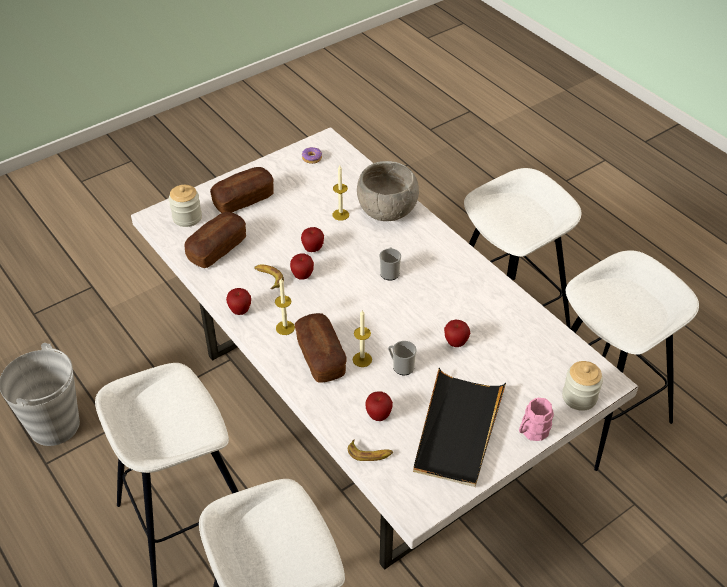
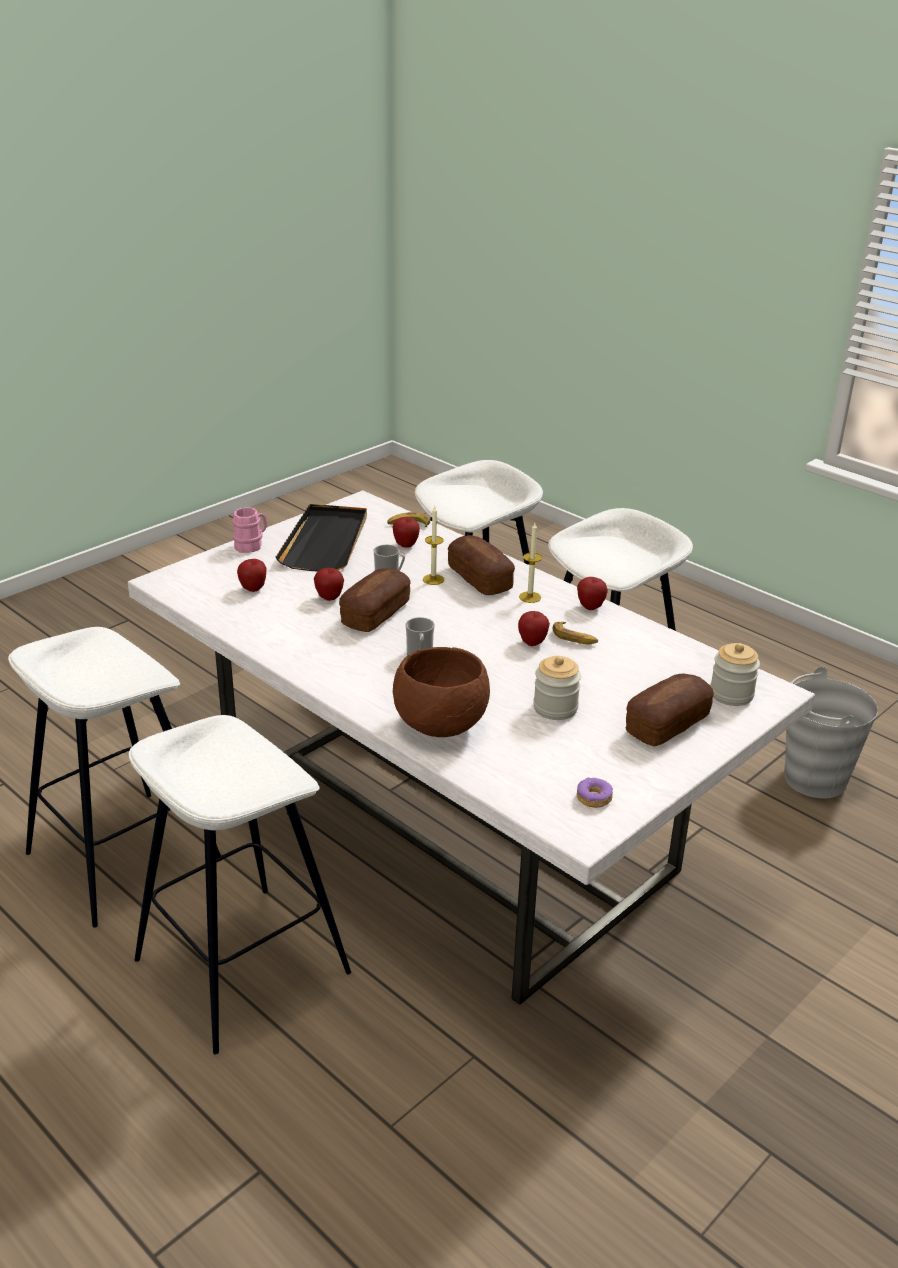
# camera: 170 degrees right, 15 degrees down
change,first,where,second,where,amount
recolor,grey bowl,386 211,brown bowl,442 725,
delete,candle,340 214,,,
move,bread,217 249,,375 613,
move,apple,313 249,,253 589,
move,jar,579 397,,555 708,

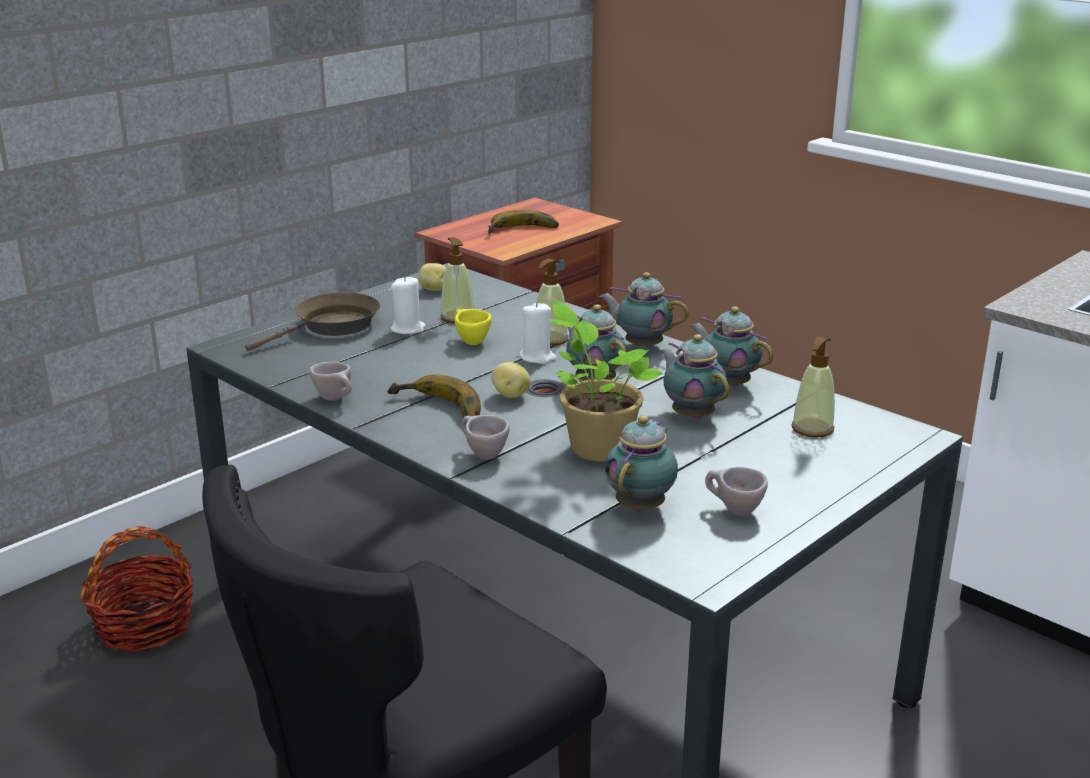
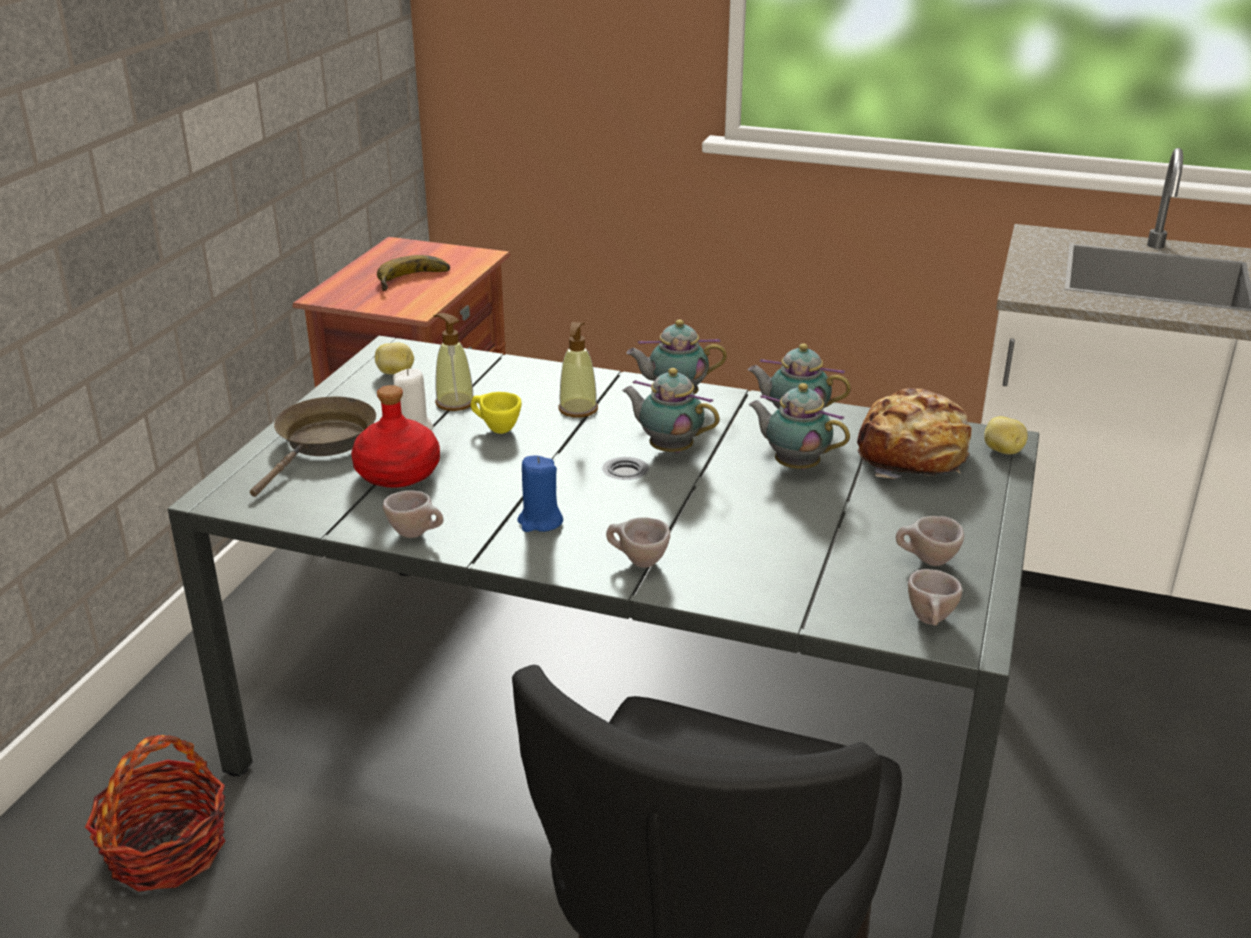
# camera: 25 degrees left, 5 degrees up
change,first,where,second,where,amount
delete,potted plant,596 447,,,
delete,white candle,537 357,,,
replace,soap dispenser,812 429,bread,913 455,
move,potato,510 395,,1003 451,
replace,banana,436 410,blue candle,540 521,
delete,teapot,642 505,,,
insert,,,red bottle,397 473,
insert,,,beige cup,931 622,

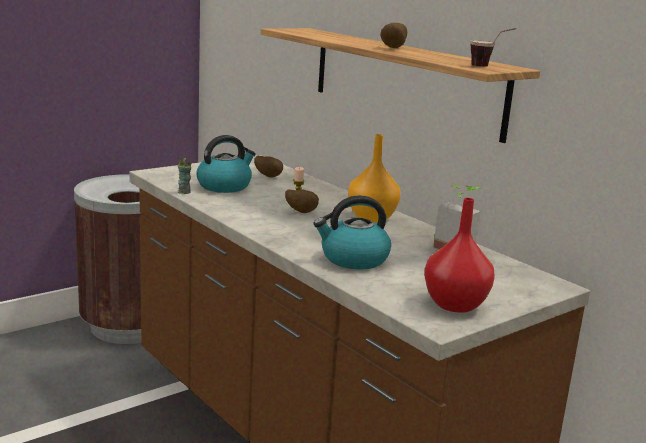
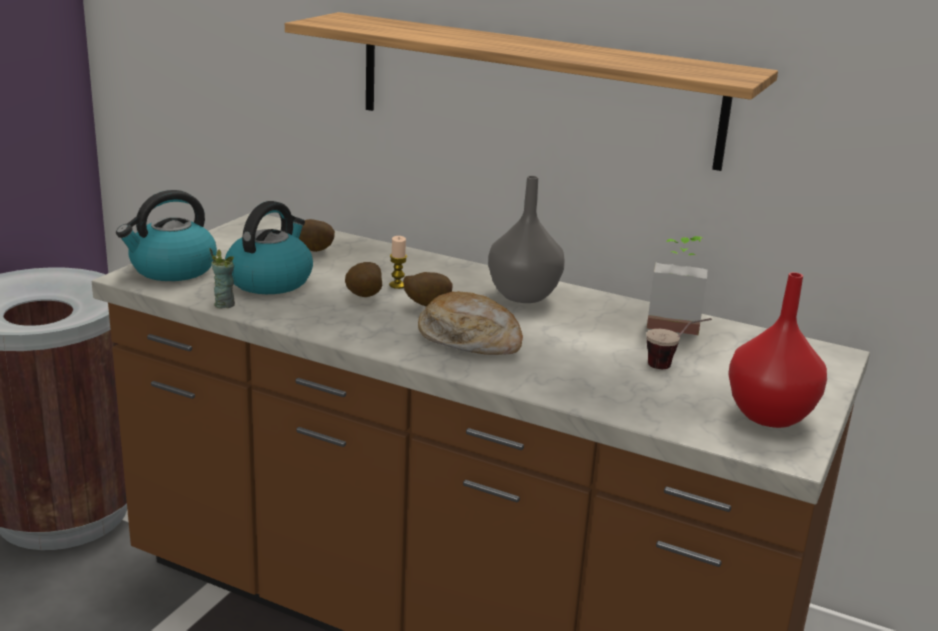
# camera: 25 degrees left, 5 degrees up
change,first,where,second,where,amount
move,potato,391 48,,363 297,
move,cup,489 67,,673 366,
recolor,orange vase,371 217,grey vase,522 295,
move,kettle,353 259,,172 269,
insert,,,bread,470 340,

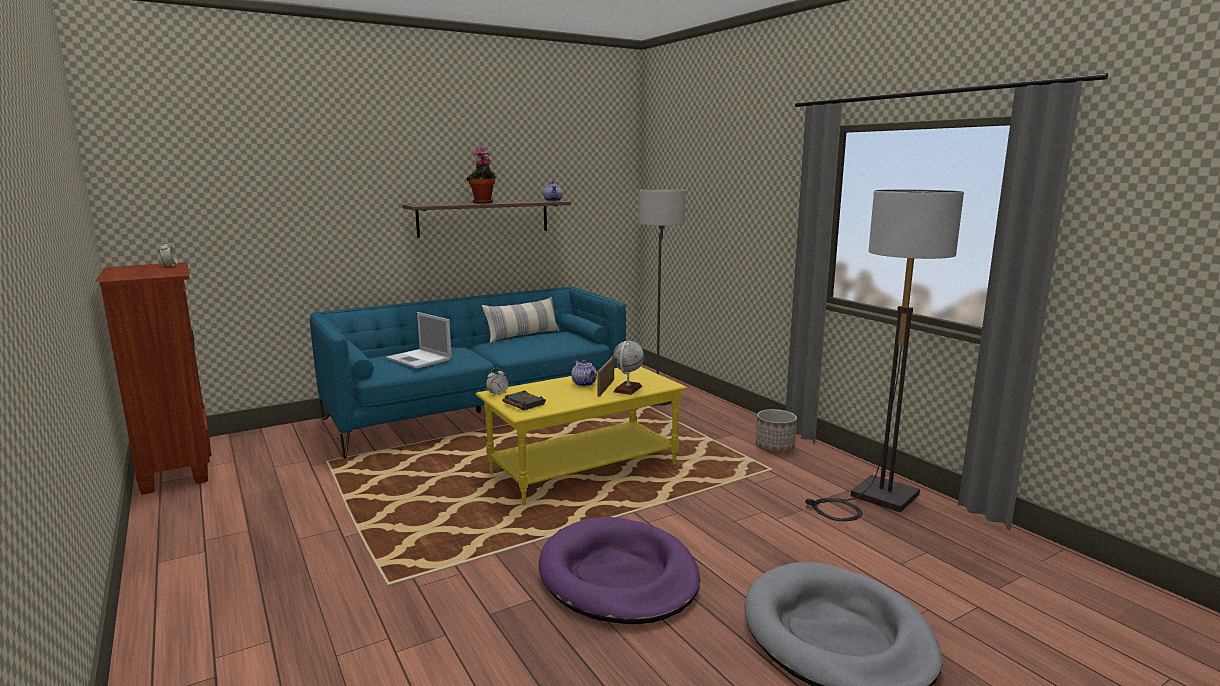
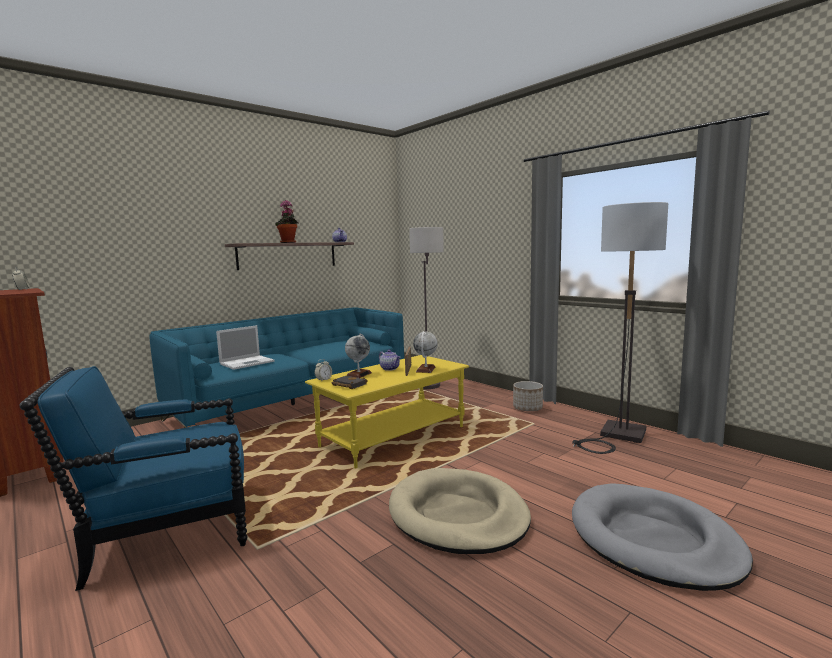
# camera: 10 degrees left, 5 degrees down
change,first,where,second,where,amount
delete,pillow,523 336,,,
rotate,laptop,420 359,,248 362,75 degrees counterclockwise
recolor,purple dog bed,618 576,beige dog bed,457 515,
insert,,,globe,358 374,
insert,,,blue armchair,164 530,

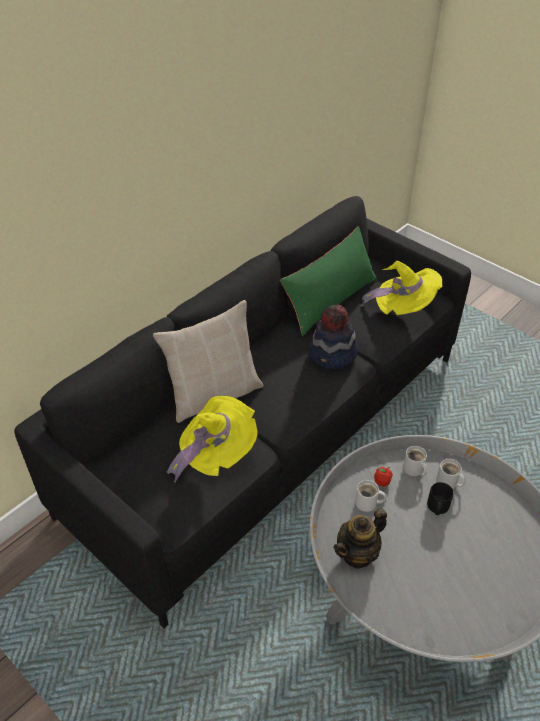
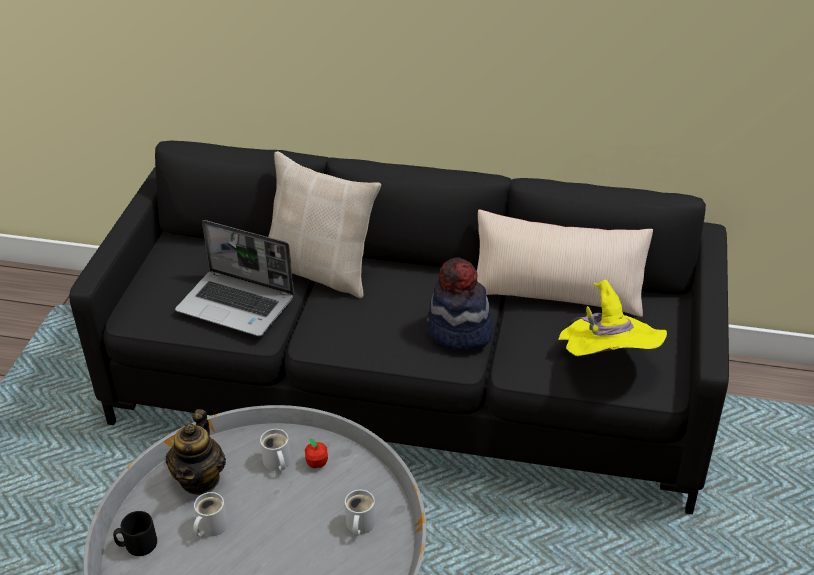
# camera: 60 degrees right, 5 degrees down
change,first,where,second,where,amount
recolor,green pillow,329 300,beige pillow,557 293,
replace,yellow hat,216 454,laptop,237 305,
move,white mug,414 470,,210 526,
move,black mug,437 507,,137 545,
rotate,teapot,358 554,,200 479,105 degrees counterclockwise

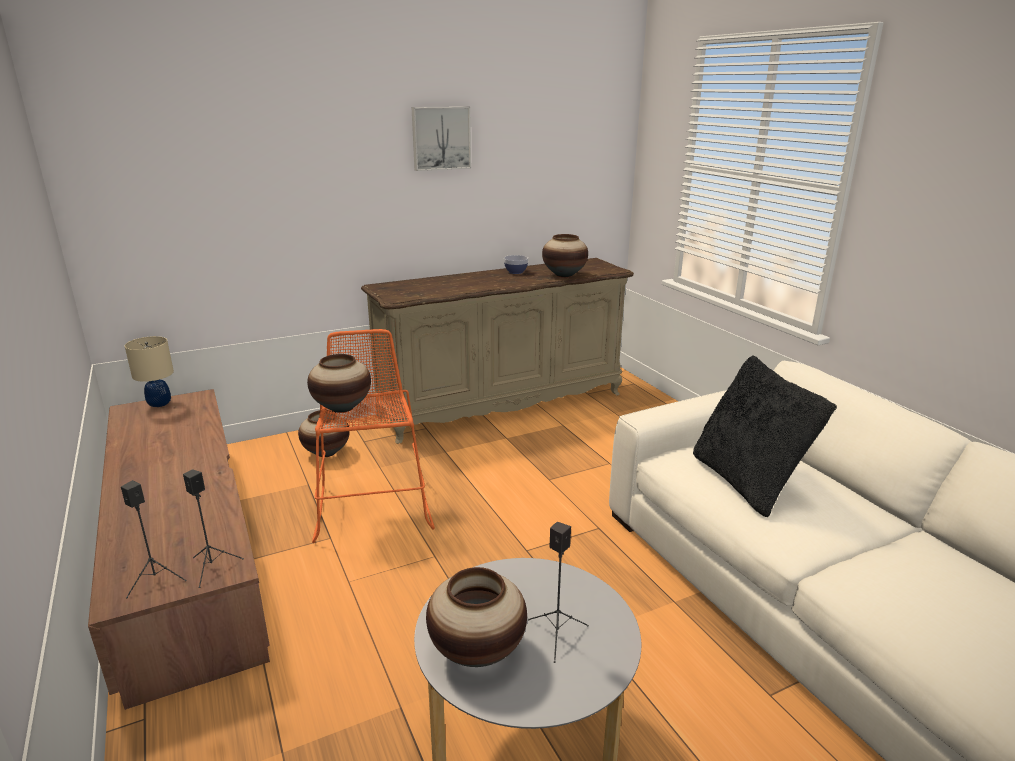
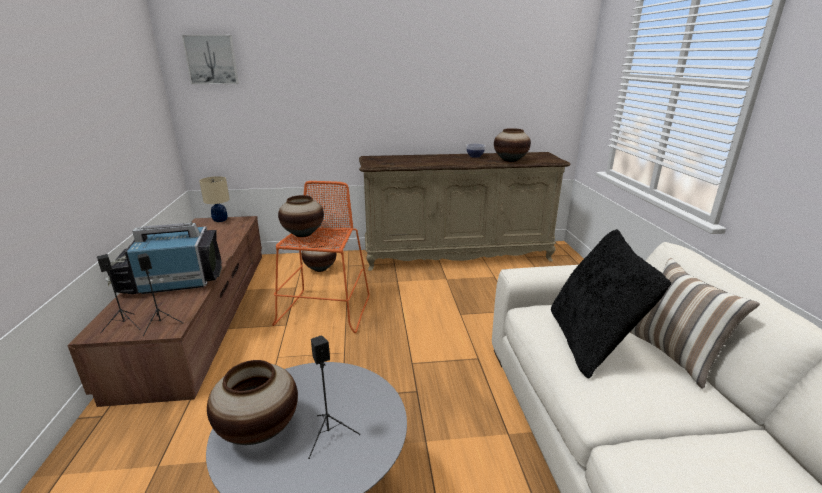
# camera: 20 degrees right, 0 degrees up
change,first,where,second,where,amount
move,picture,440 138,,211 60,
insert,,,television,172 282,
insert,,,pillow,676 355,

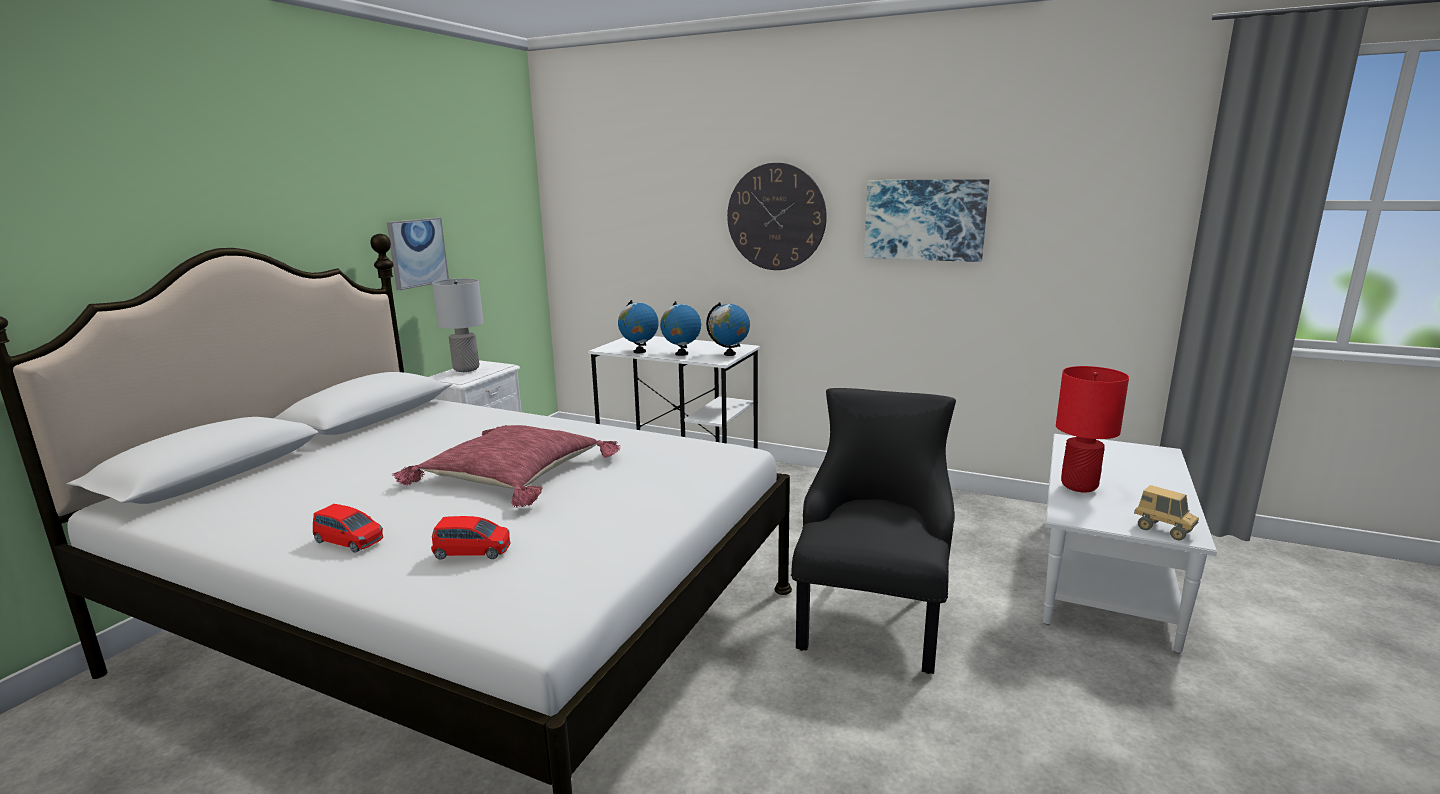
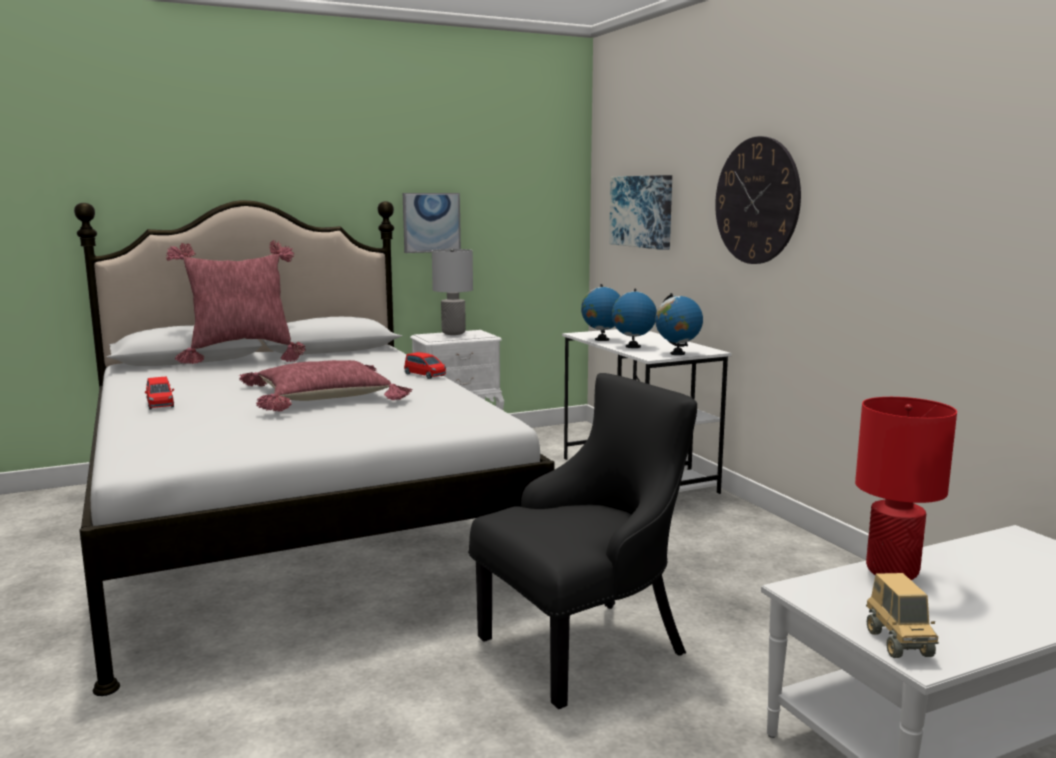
# camera: 40 degrees right, 5 degrees down
change,first,where,second,where,amount
move,picture,924 219,,642 211,
move,red toy car,473 551,,425 375,
insert,,,red pillow,241 362,

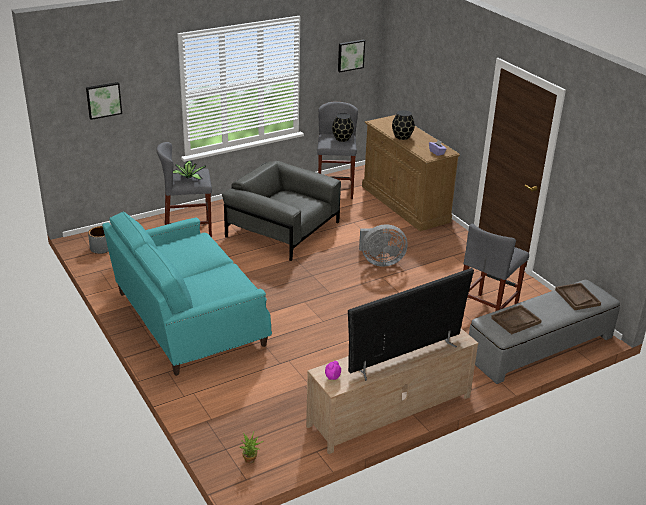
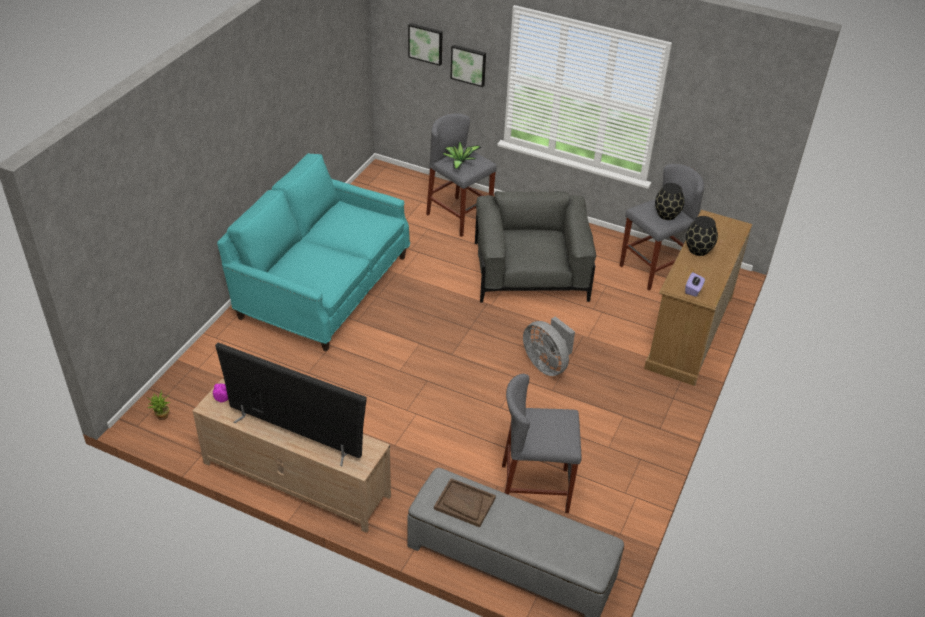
# camera: 55 degrees right, 10 degrees up
change,first,where,second,where,amount
move,picture,350 55,,469 65,
delete,grey planter,101 248,,,
delete,brown tray,577 297,,,

